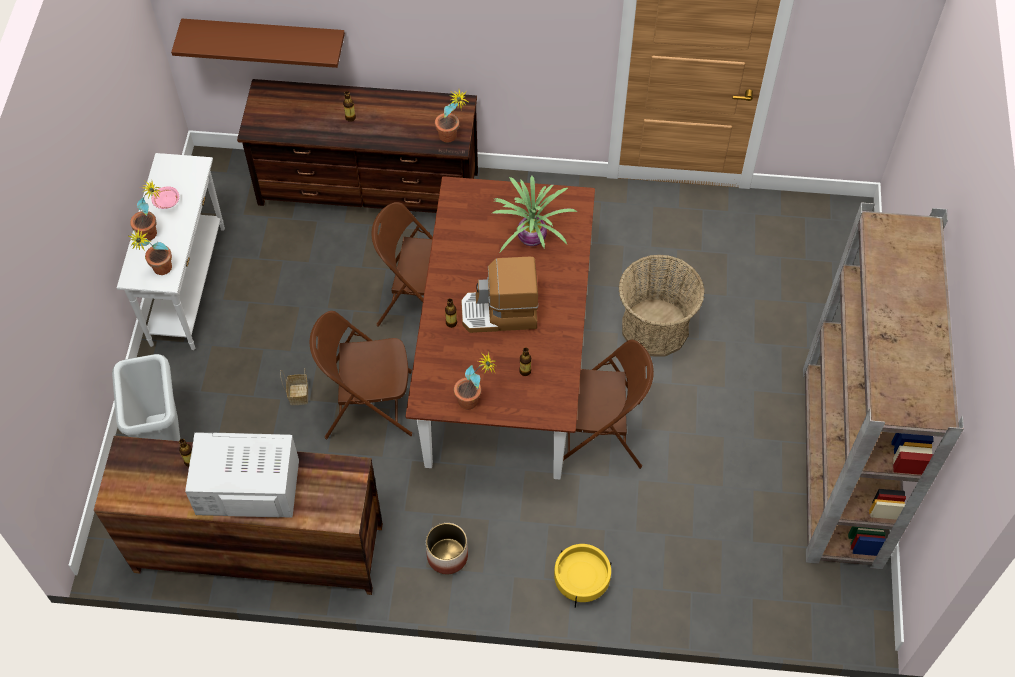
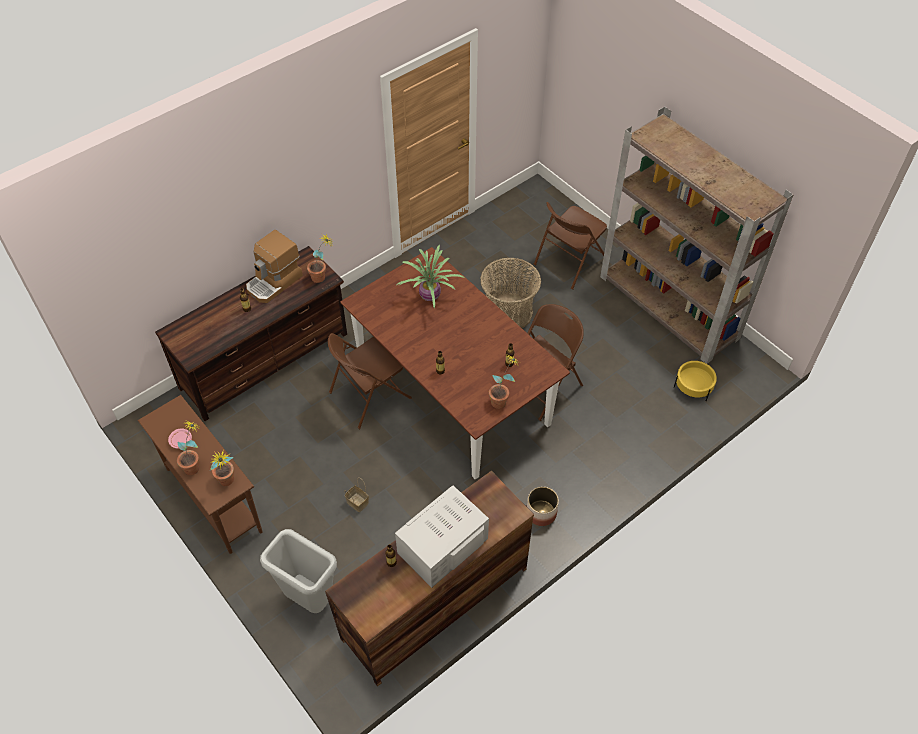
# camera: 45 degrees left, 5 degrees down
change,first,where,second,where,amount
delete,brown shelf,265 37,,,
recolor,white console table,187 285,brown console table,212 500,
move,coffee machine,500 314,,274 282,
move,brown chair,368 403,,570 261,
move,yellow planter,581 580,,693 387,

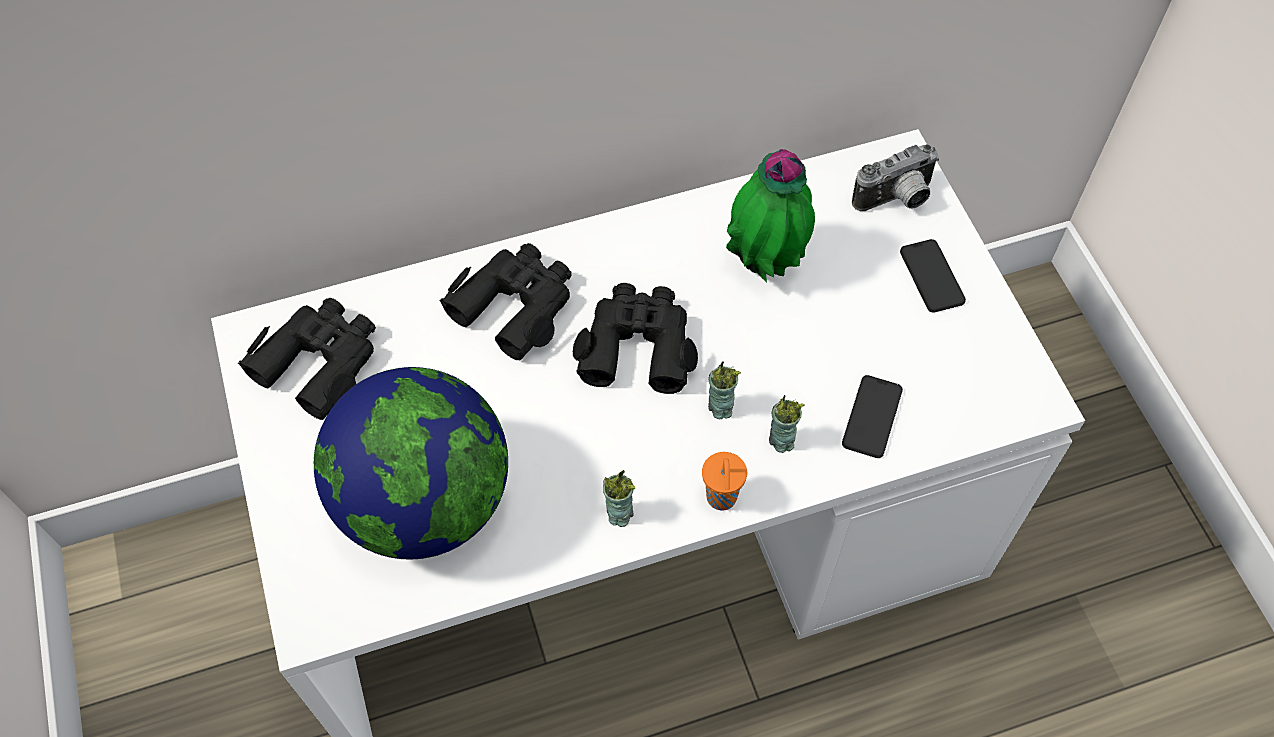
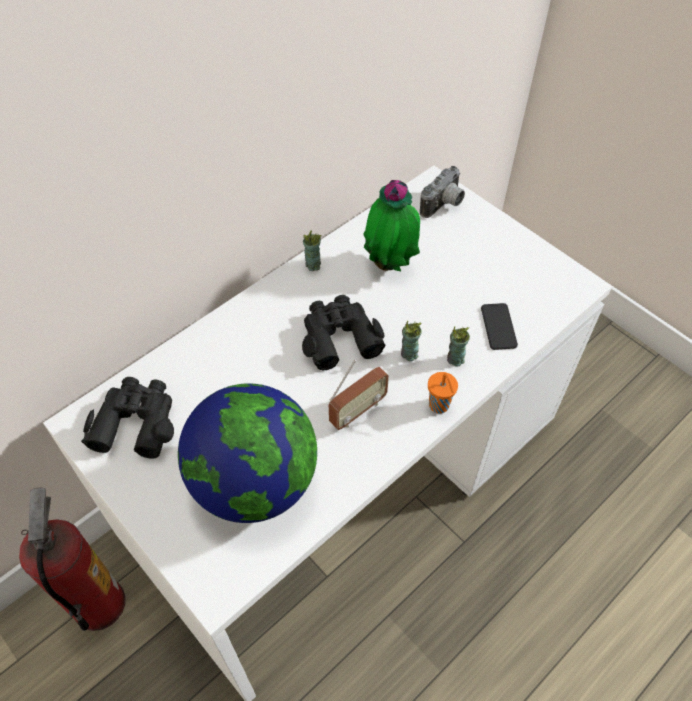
# camera: 25 degrees left, 5 degrees down
change,first,where,second,where,amount
delete,phone,931 276,,,
delete,black binoculars,515 305,,,
move,cup,619 513,,313 265,
insert,,,radio,357 411,
insert,,,fire extinguisher,98 603,

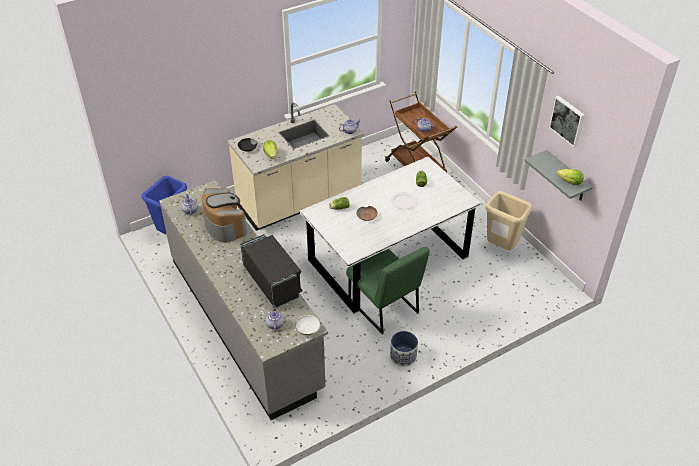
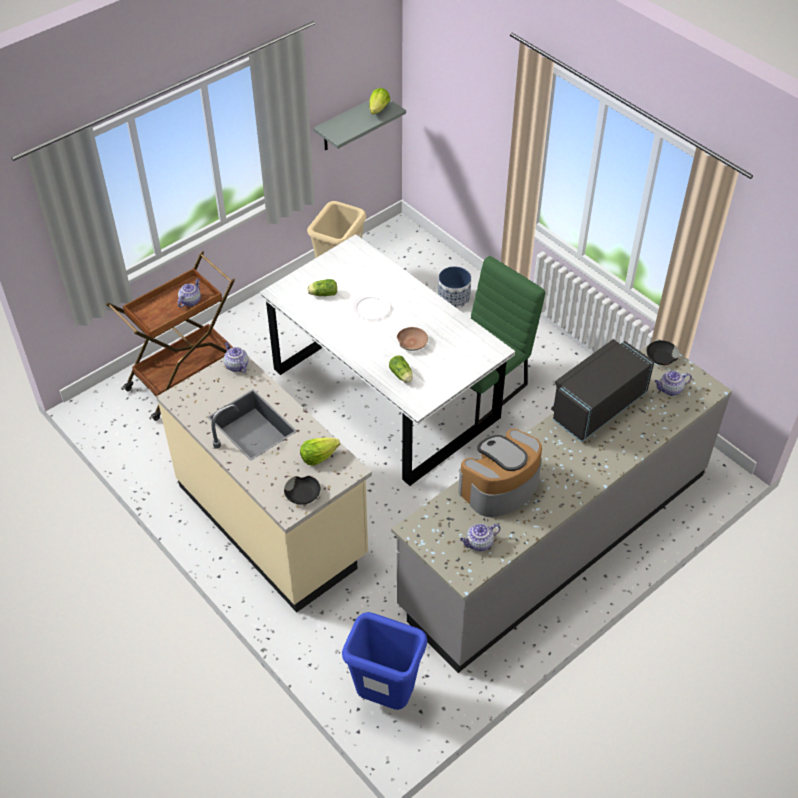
# camera: 100 degrees left, 5 degrees up
change,first,where,second,where,amount
delete,picture,568 120,,,
recolor,white bowl,307 327,black bowl,661 357,
move,planter,403 356,,454 299,

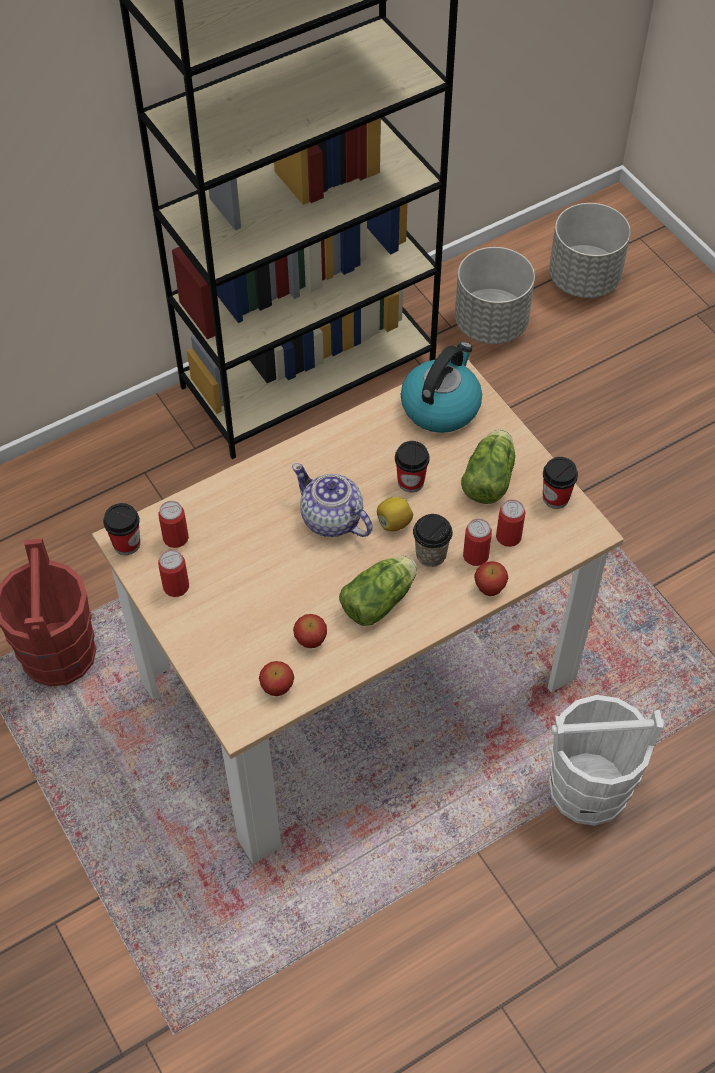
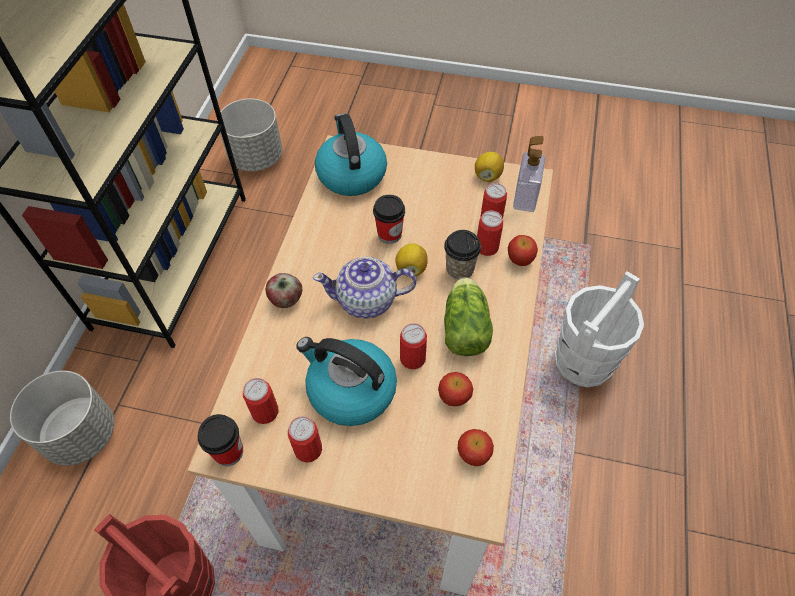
# camera: 45 degrees left, 0 degrees up
change,first,where,second,where,amount
move,grey planter,584 279,,81 434,
delete,lettuce,490 477,,,
replace,cup,555 498,lemon,487 176,
insert,,,soap dispenser,525 196,
insert,,,apple,286 300,
insert,,,can,412 358,
insert,,,kettle,350 390,

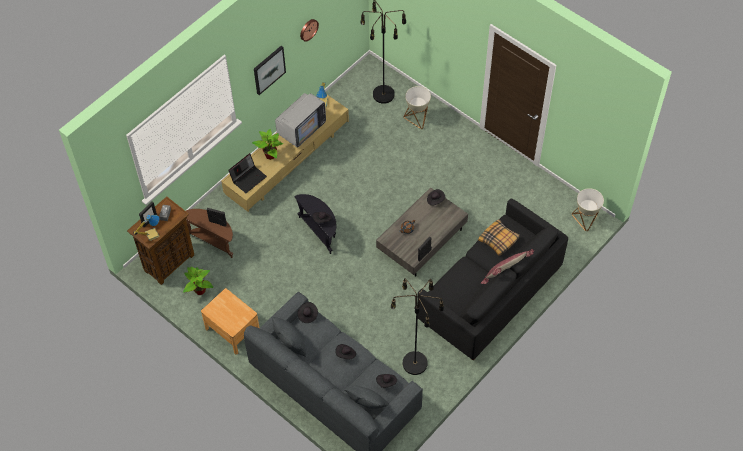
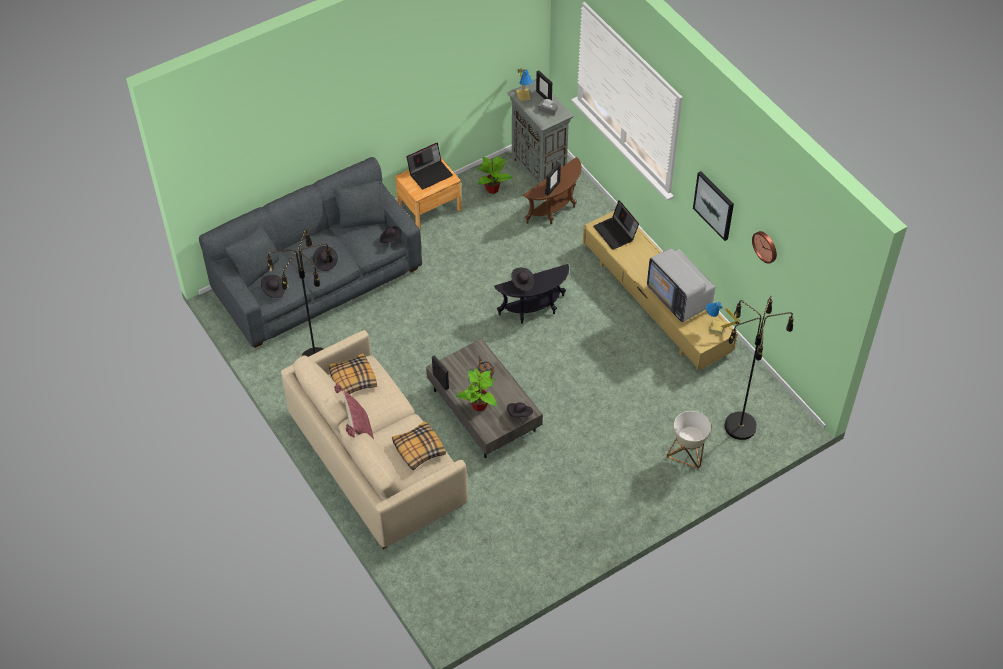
# camera: 105 degrees right, 5 degrees down
change,first,where,second,where,amount
move,potted plant,270 155,,479 405,
delete,planter,585 220,,,
recolor,brown cabinet,169 262,grey cabinet,539 169,
recolor,black sofa,489 295,beige sofa,376 461,
insert,,,laptop,430 173,
insert,,,pillow,352 379,

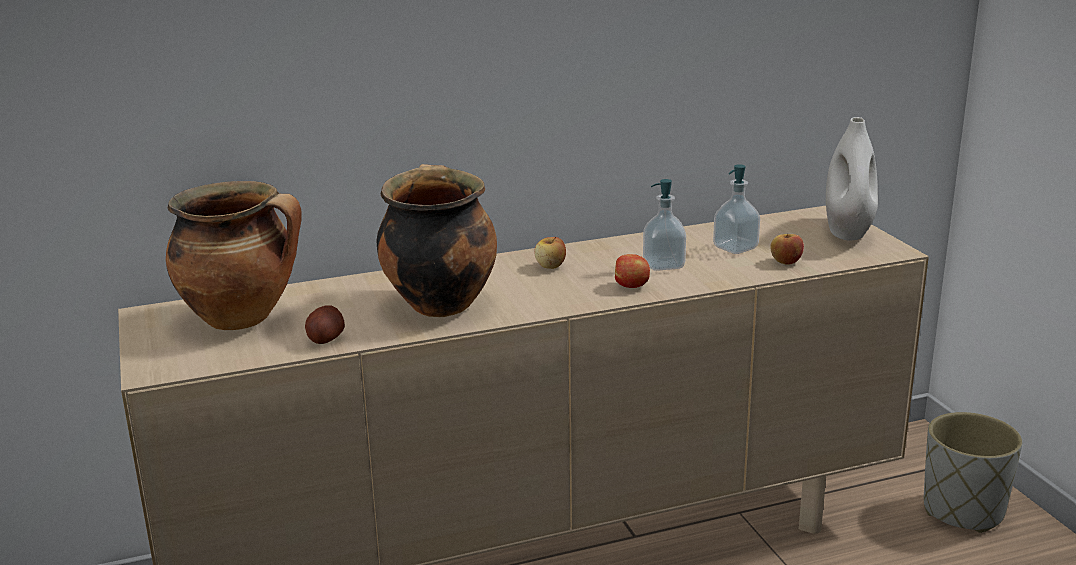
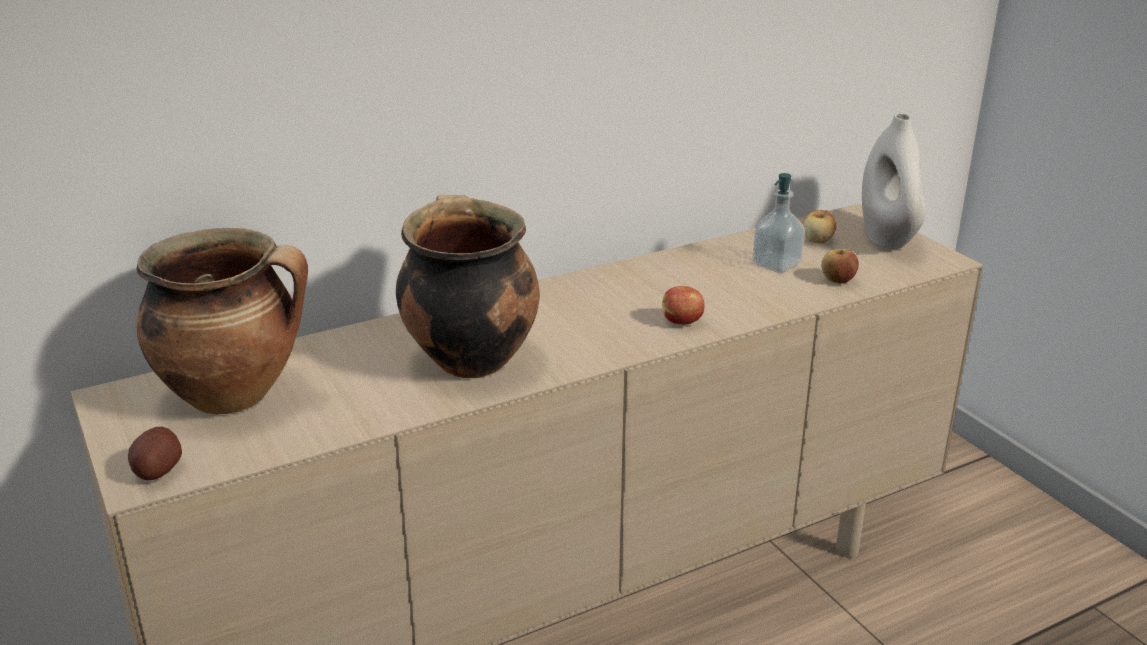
# camera: 10 degrees left, 5 degrees up
change,first,where,second,where,amount
delete,soap dispenser,663 264,,,
move,apple,550 266,,817 240,
move,potato,325 339,,157 470,
delete,grey planter,964 510,,,

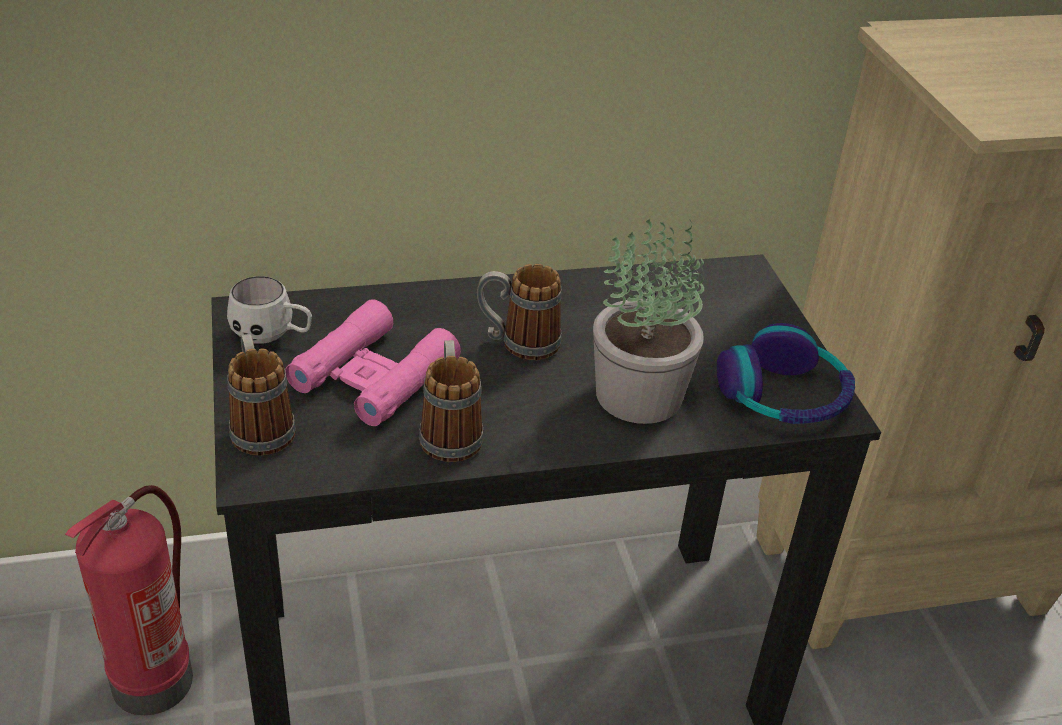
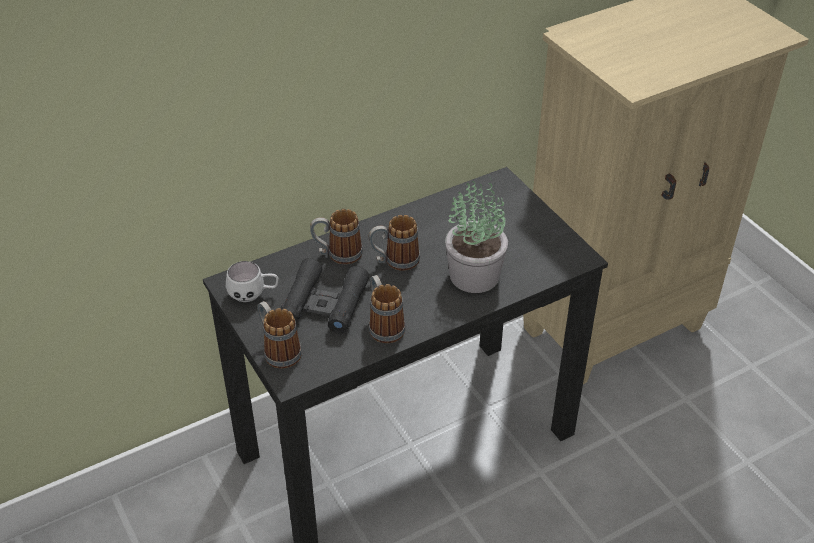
# camera: 15 degrees left, 5 degrees up
change,first,where,second,where,amount
recolor,pink binoculars,373 376,black binoculars,324 303,
delete,headphones,783 396,,,
delete,fire extinguisher,154 678,,,
insert,,,mug,337 254,

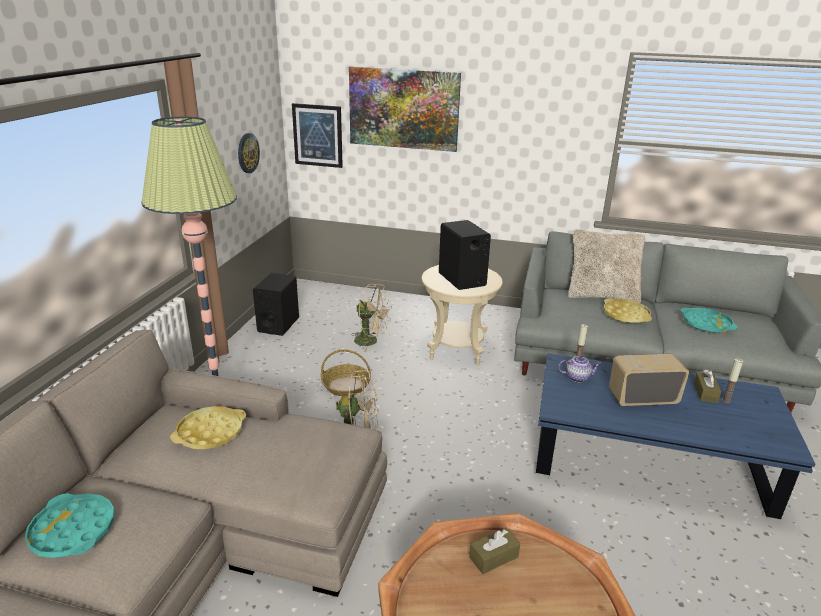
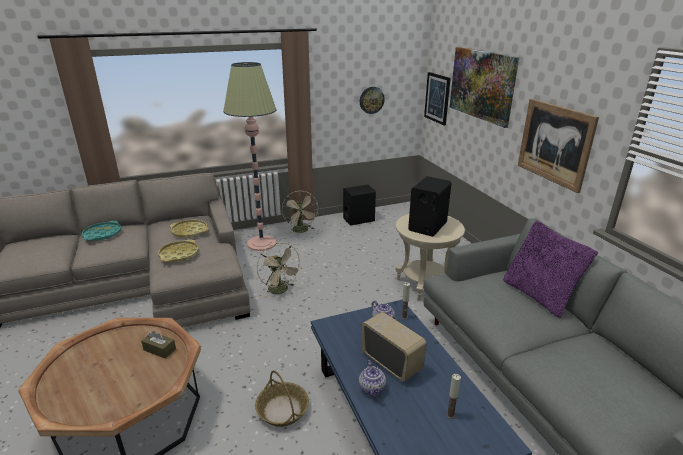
# camera: 55 degrees right, 0 degrees up
change,first,where,second,where,amount
recolor,beige pillow,602 294,purple pillow,540 294,
move,beige fan,371 341,,301 231,
move,yellow tray,625 315,,179 255,
delete,turquoise tray,706 324,,,
move,basket,346 386,,283 410,
delete,brown tissue box,705 393,,,
insert,,,picture,554 143,
insert,,,teapot,372 389,

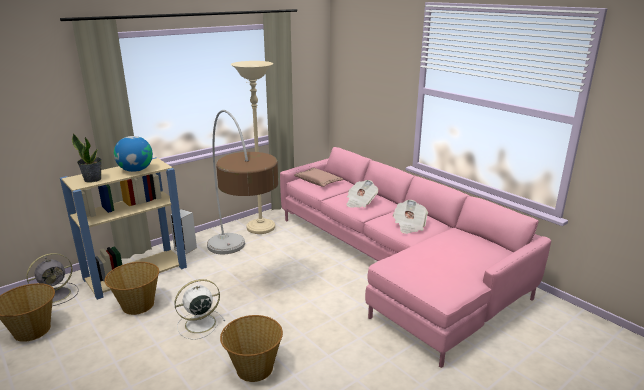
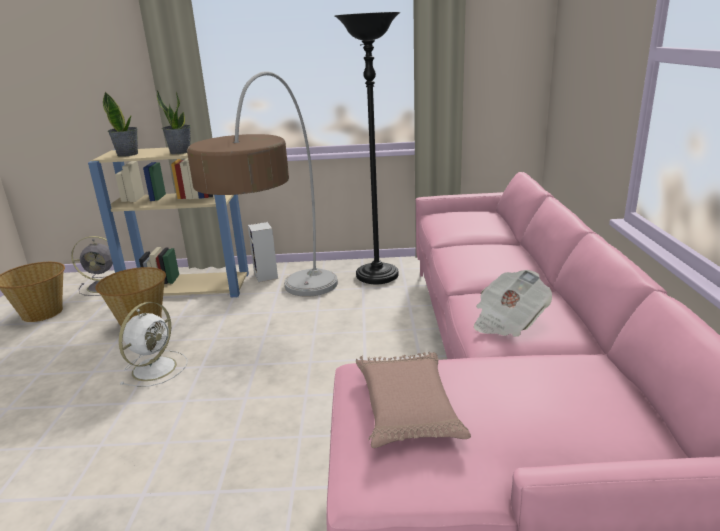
# camera: 40 degrees right, 0 degrees up
change,first,where,second,where,amount
recolor,beige floor lamp,260 228,black floor lamp,377 276,
replace,globe,136 170,potted plant,180 152,
move,beige pillow,318 180,,407 405,
delete,newspaper,360 202,,,
rotate,white fan,199 324,,155 367,105 degrees clockwise
delete,basket,254 368,,,

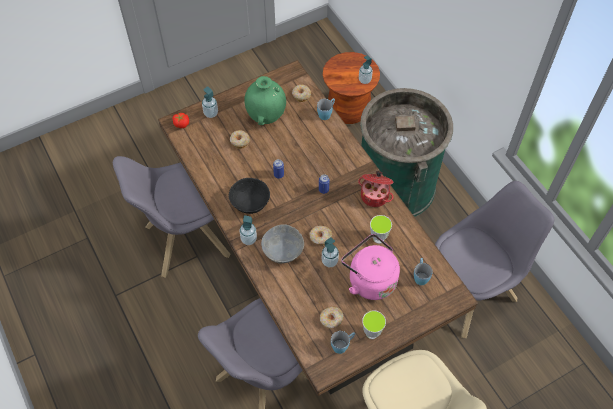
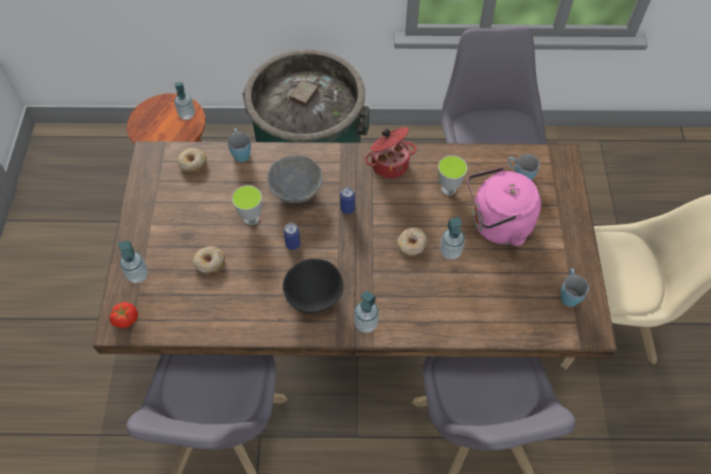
# camera: 60 degrees left, 0 degrees up
change,first,where,second,where,amount
delete,green vase,266 115,,,
move,grey bowl,283 252,,296 191,
delete,donut,331 319,,,
move,cup,371 333,,251 218,

